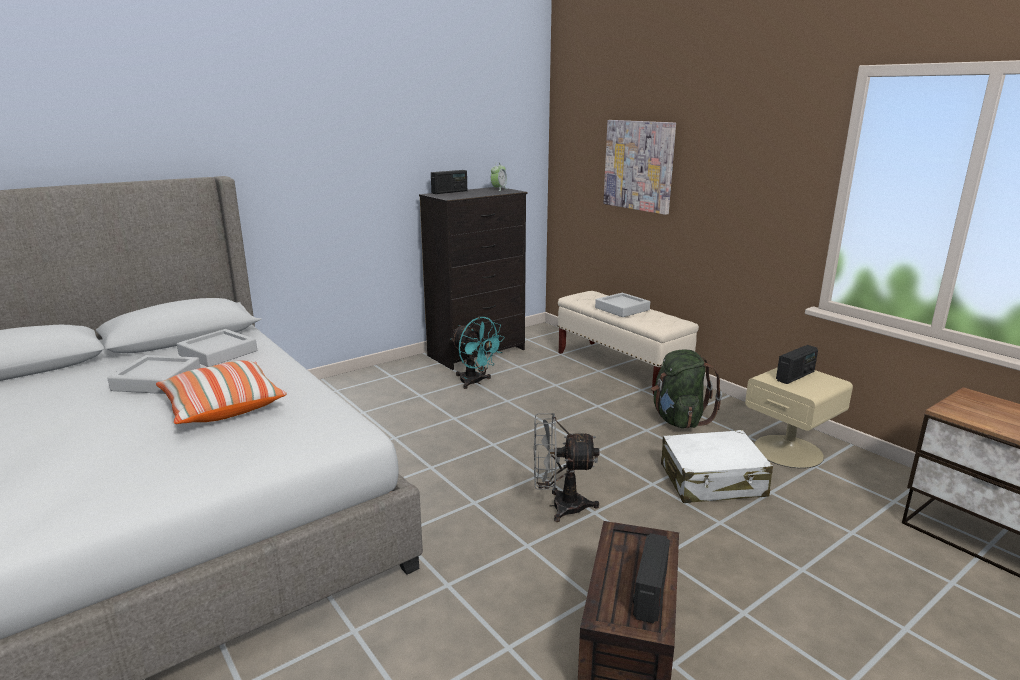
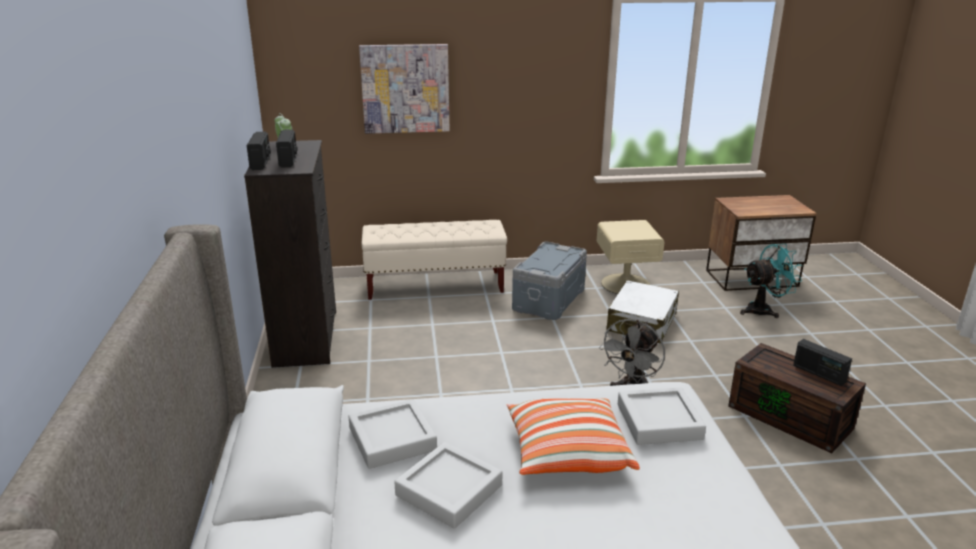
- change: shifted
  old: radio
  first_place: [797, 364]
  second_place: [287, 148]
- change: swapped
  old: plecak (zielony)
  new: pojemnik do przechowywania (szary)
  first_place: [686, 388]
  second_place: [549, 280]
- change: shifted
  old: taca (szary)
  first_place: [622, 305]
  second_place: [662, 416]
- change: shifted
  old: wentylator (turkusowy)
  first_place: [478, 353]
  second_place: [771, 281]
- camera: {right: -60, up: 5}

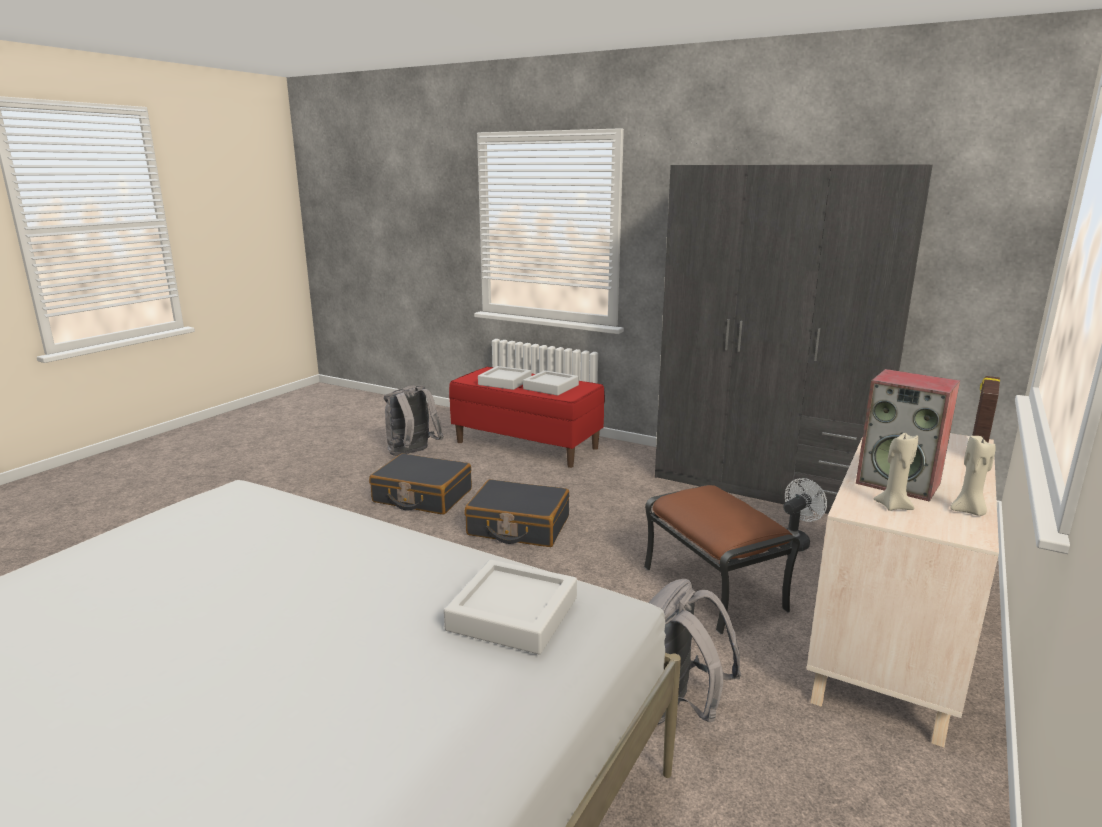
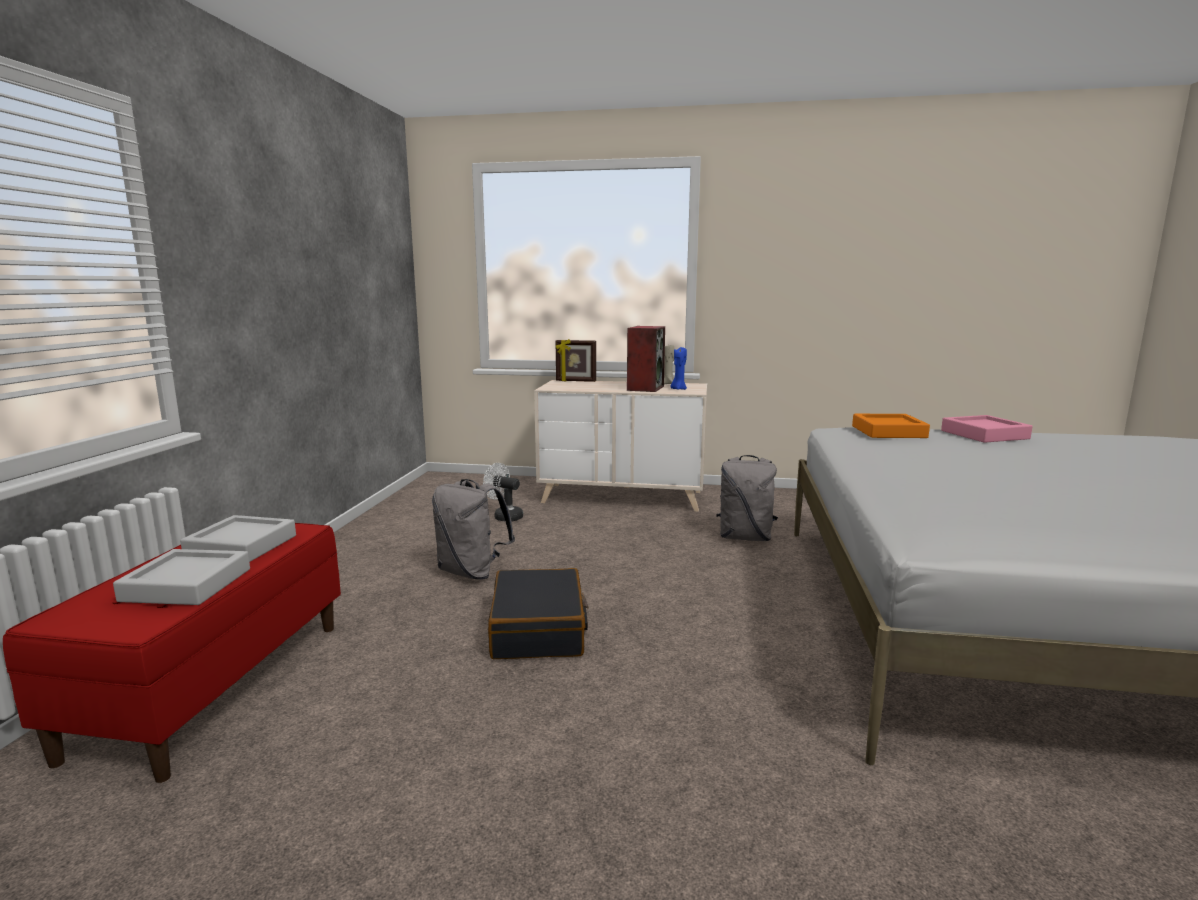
- change: shifted
  old: plecak (szary)
  first_place: [414, 420]
  second_place: [473, 529]
- change: repainted
  old: świeca (beżowy)
  new: świeca (niebieski)
  first_place: [895, 471]
  second_place: [678, 368]
- change: repainted
  old: taca (szary)
  new: taca (pomarańczowy)
  first_place: [510, 606]
  second_place: [891, 426]
- change: new
  new: taca (różowy)
  second_place: [987, 429]
- change: gone
  old: walizka (czarny)
  first_place: [420, 484]
- change: gone
  old: pufa (brązowy)
  first_place: [722, 559]
- change: gone
  old: szafa (szary)
  first_place: [794, 339]
- camera: {right: -110, up: -5}

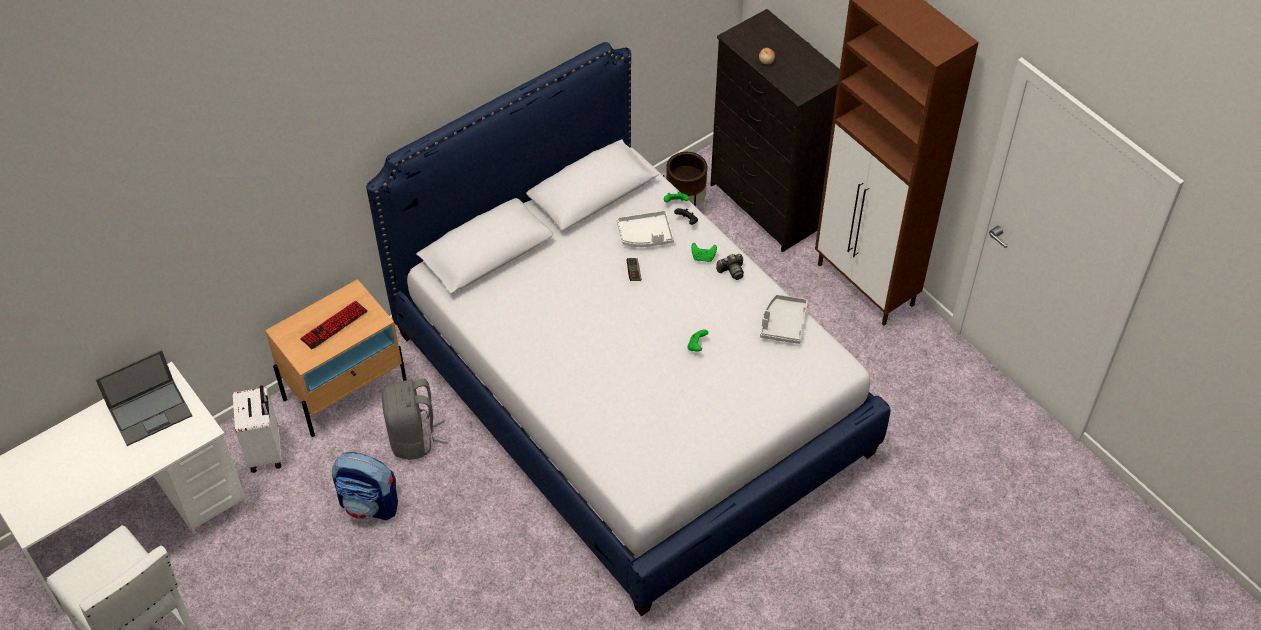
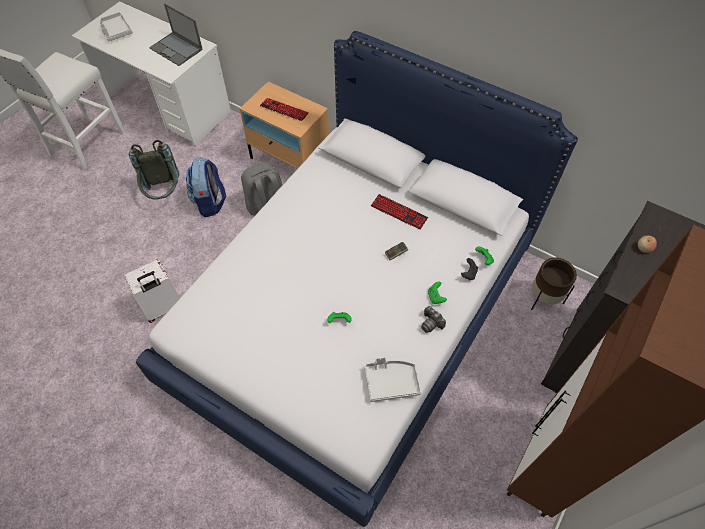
- change: shifted
  old: taca (biały)
  first_place: [645, 228]
  second_place: [116, 26]
- change: shifted
  old: walizka (biały)
  first_place: [257, 429]
  second_place: [151, 291]
- change: new
  new: plecak (szary)
  second_place: [154, 170]
- change: new
  new: klawiatura
  second_place: [399, 212]
- camera: {right: 70, up: 5}

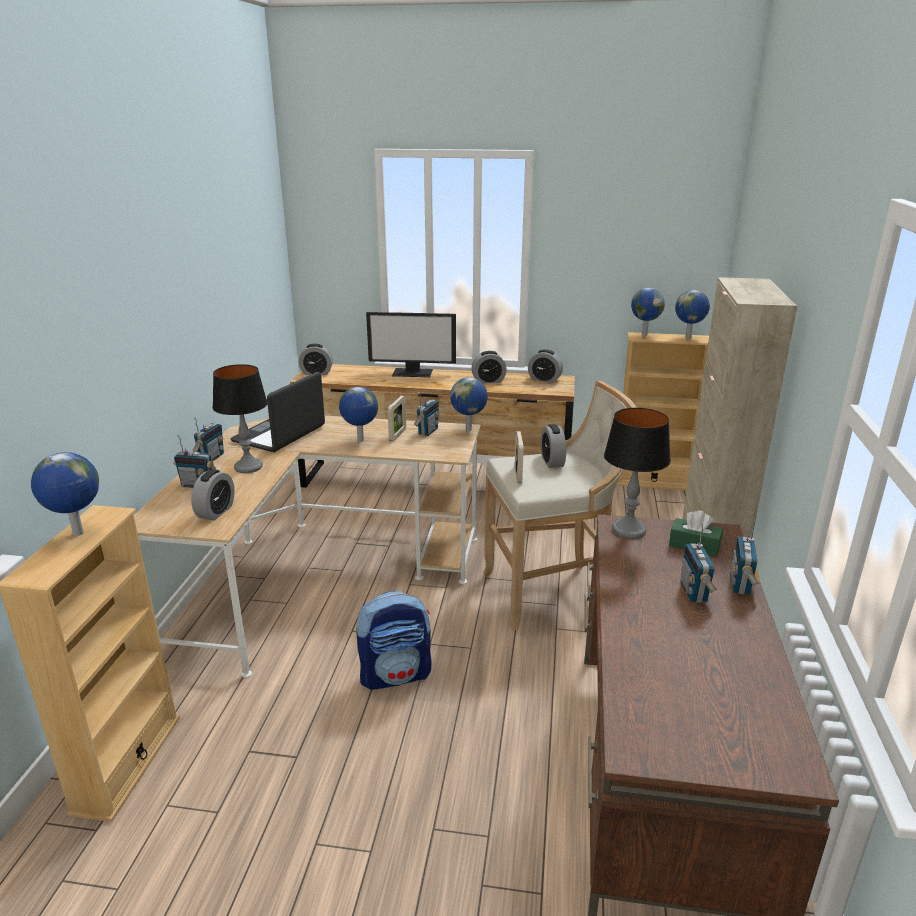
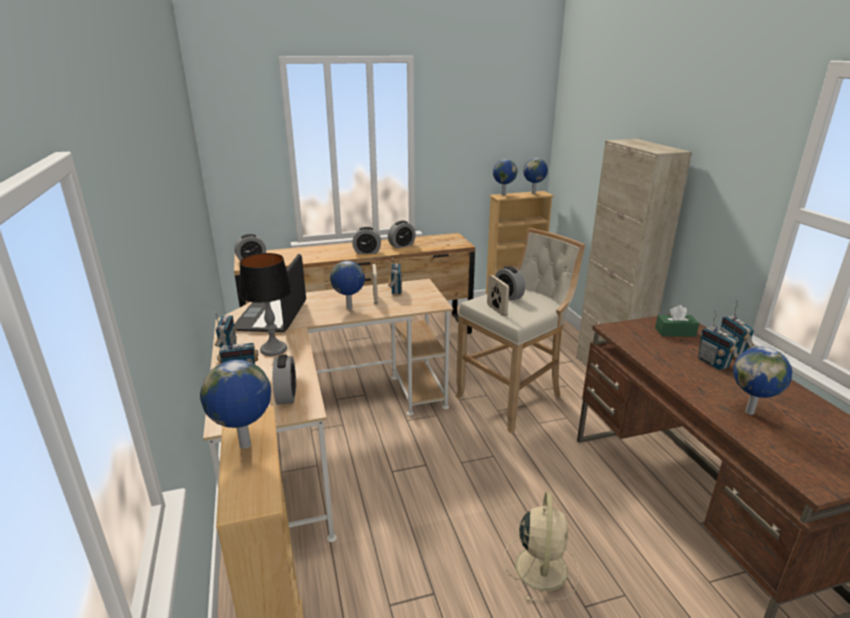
- change: shifted
  old: budzik
  first_place: [545, 366]
  second_place: [366, 240]
- change: new
  new: wentylator (beżowy)
  second_place: [541, 547]
- change: shifted
  old: globus
  first_place: [469, 404]
  second_place: [762, 381]
- change: gone
  old: plecak
  first_place: [394, 640]
- change: gone
  old: monitor
  first_place: [411, 344]
- change: gone
  old: lampa stołowa
  first_place: [637, 473]
- camera: {right: -25, up: 0}

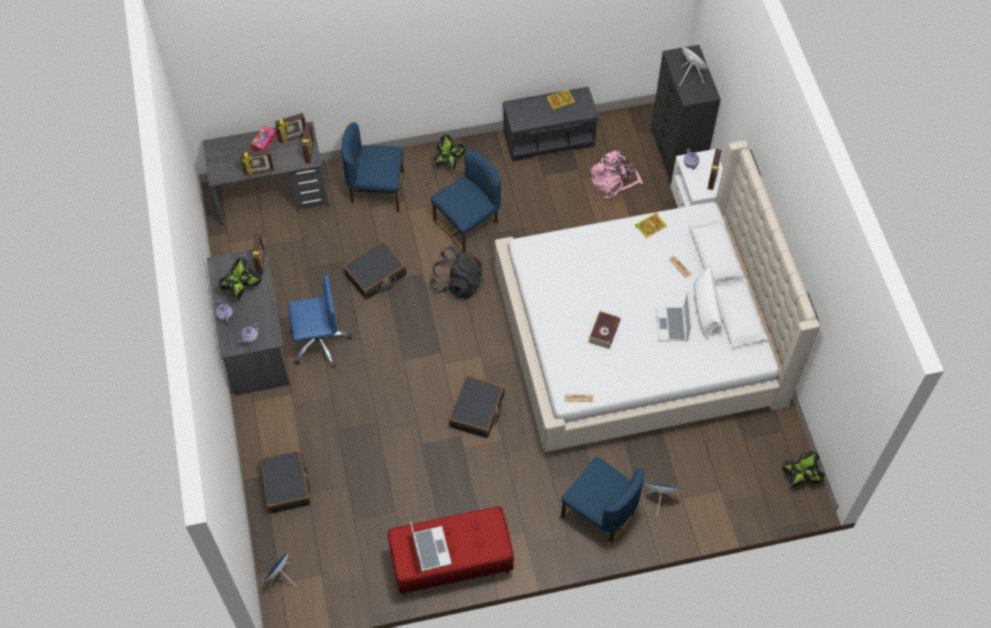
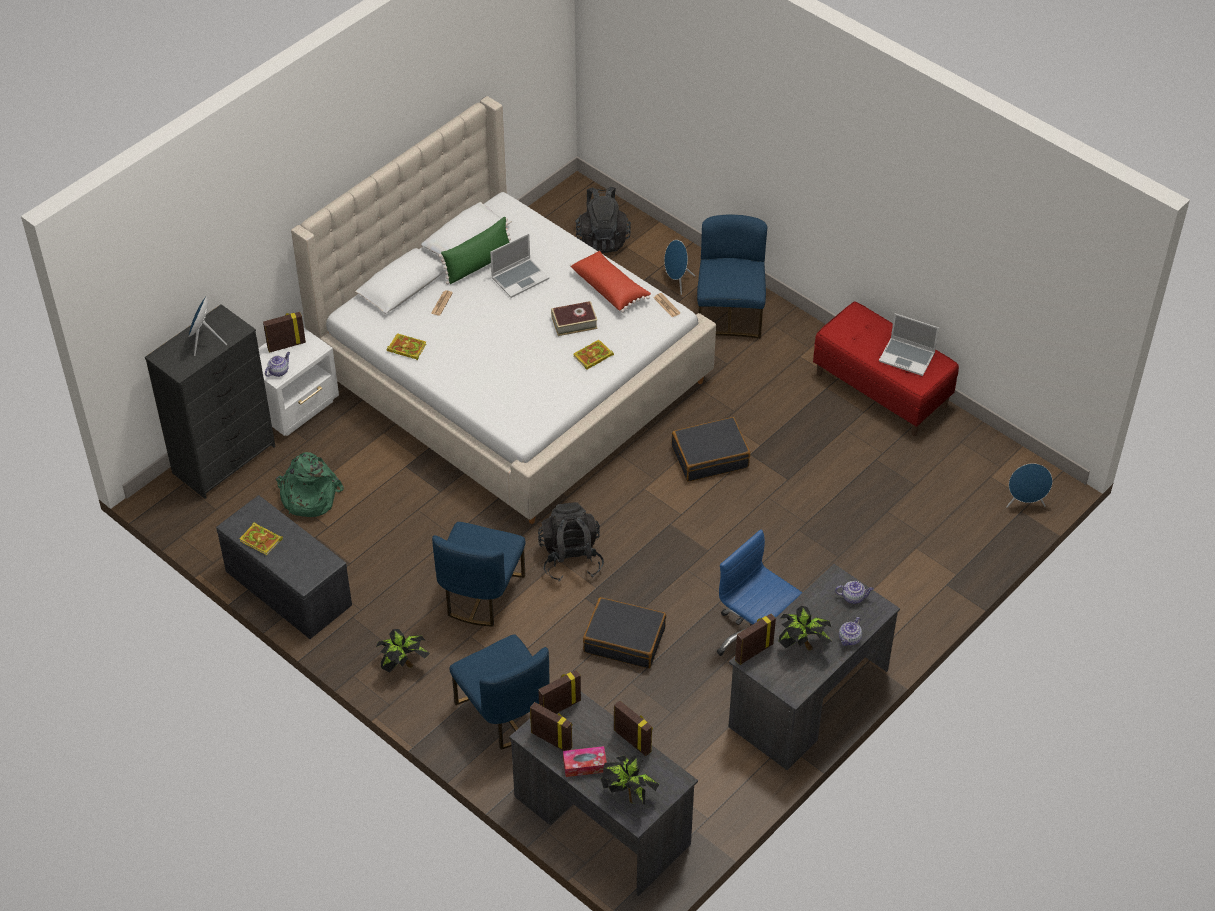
- change: repainted
  old: plecak (różowy)
  new: plecak (zielony)
  first_place: [617, 174]
  second_place: [310, 484]
- change: rotated
  old: krzesło (niebieski)
  first_place: [466, 202]
  second_place: [479, 574]
  degrees: -90
- change: repainted
  old: poduszka (biały)
  new: poduszka (zielony)
  first_place: [707, 302]
  second_place: [474, 250]
- change: new
  new: poduszka (czerwony)
  second_place: [610, 282]
- change: new
  new: książka
  second_place: [593, 355]
- change: new
  new: plecak (czarny)
  second_place: [603, 220]
- change: shifted
  old: roślina doniczkowa
  first_place: [803, 469]
  second_place: [630, 780]
- change: rotated
  old: laptop
  first_place: [431, 547]
  second_place: [909, 344]
  degrees: -105
- change: gone
  old: walizka (czarny)
  first_place: [285, 482]
- camera: {right: -125, up: -10}

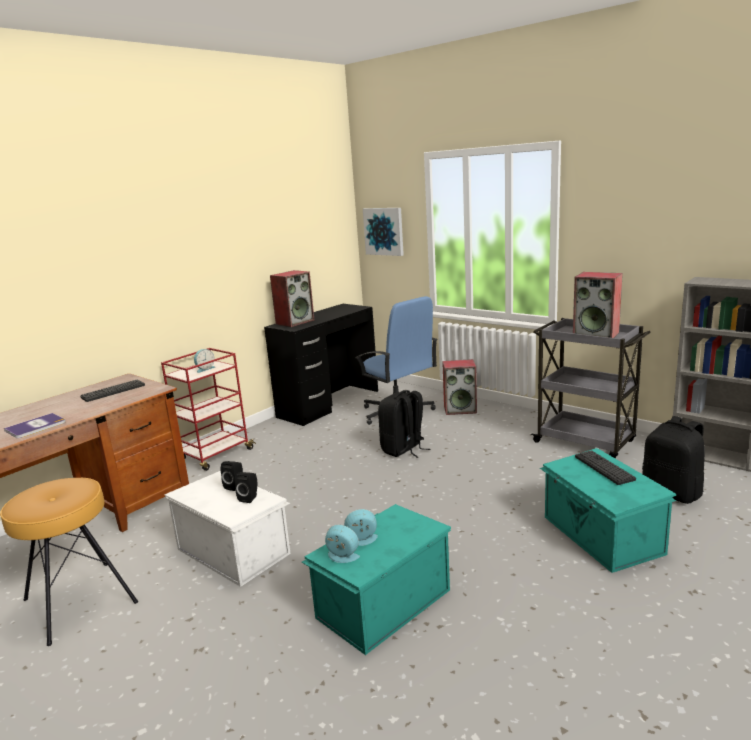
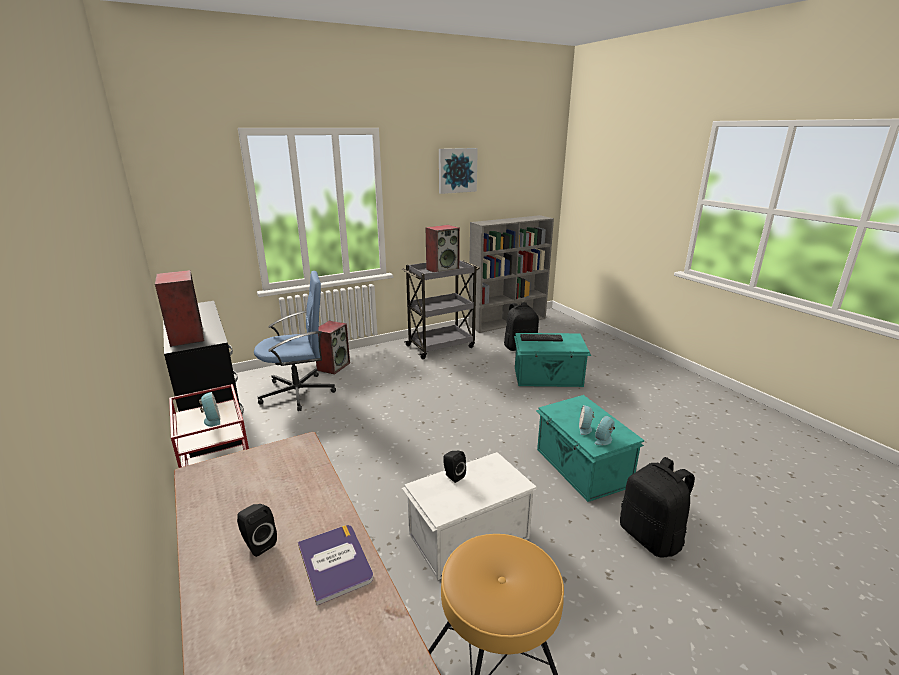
- change: shifted
  old: głośnik (czarny)
  first_place: [246, 487]
  second_place: [257, 530]
- change: shifted
  old: obraz
  first_place: [383, 232]
  second_place: [458, 171]
- change: shifted
  old: plecak (czarny)
  first_place: [404, 424]
  second_place: [657, 507]
- change: gone
  old: klawiatura
  first_place: [112, 391]
- camera: {right: -70, up: 5}

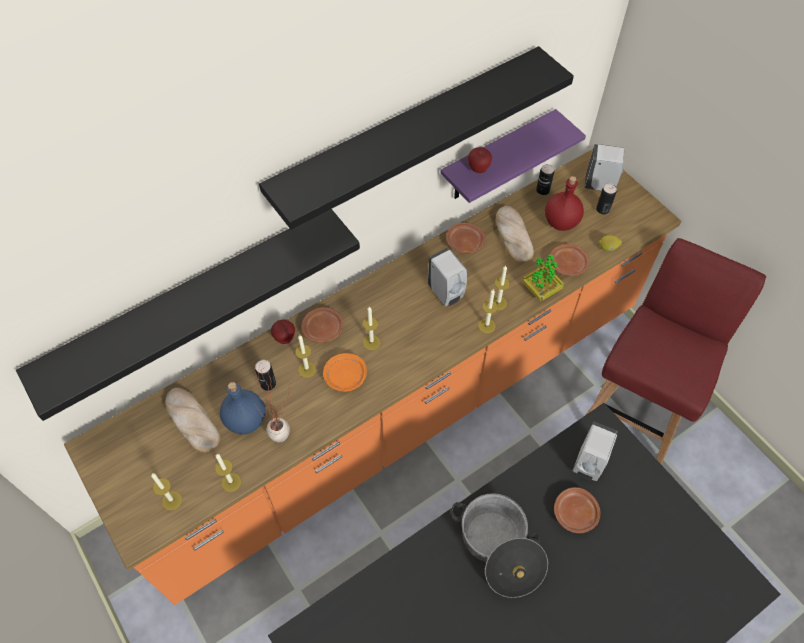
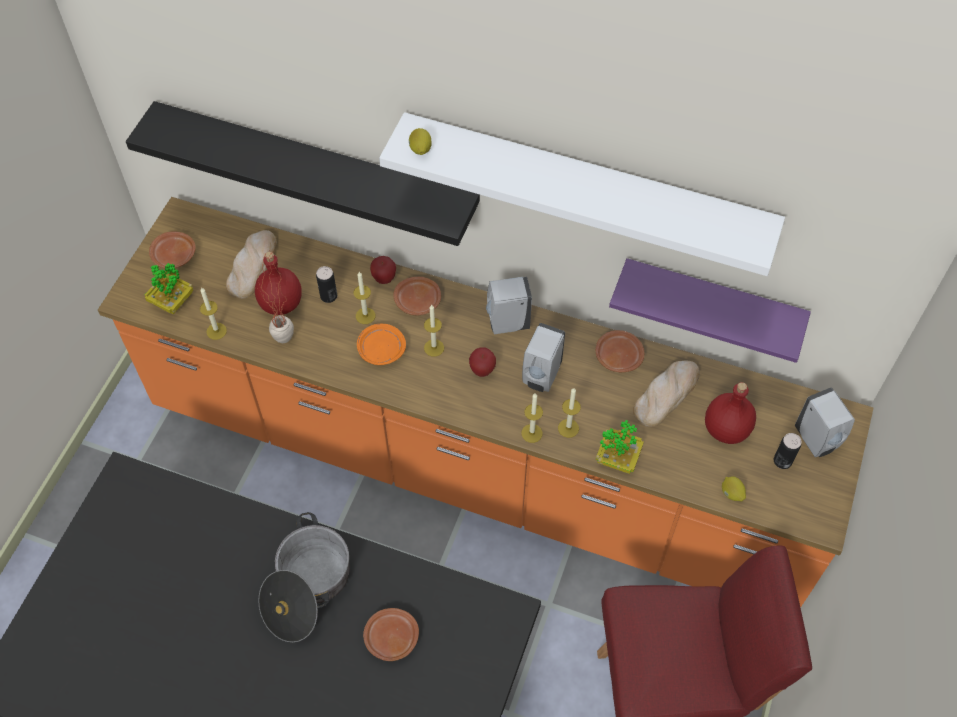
- change: swapped
  old: świeca
  new: roślina doniczkowa
  first_place: [166, 492]
  second_place: [169, 288]
- change: shifted
  old: talerz (brązowy)
  first_place: [570, 260]
  second_place: [172, 249]
- change: repainted
  old: butelka (niebieski)
  new: butelka (czerwony)
  first_place: [242, 408]
  second_place: [278, 283]
- change: repainted
  old: półka (czarny)
  new: półka (biały)
  first_place: [416, 138]
  second_place: [582, 194]
- change: new
  new: cytryna
  second_place: [420, 141]
- change: shifted
  old: jabłko
  first_place: [480, 160]
  second_place: [482, 362]
- change: shifted
  old: dozownik mydła (biały)
  first_place: [595, 451]
  second_place: [509, 305]
- change: gone
  old: puszka
  first_place: [545, 179]
- camera: {right: 55, up: 0}

